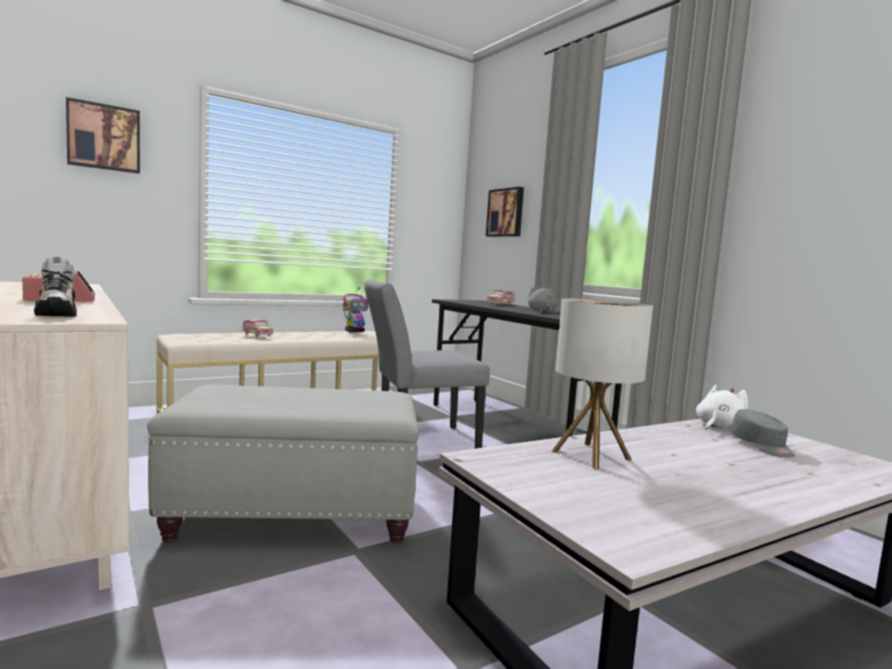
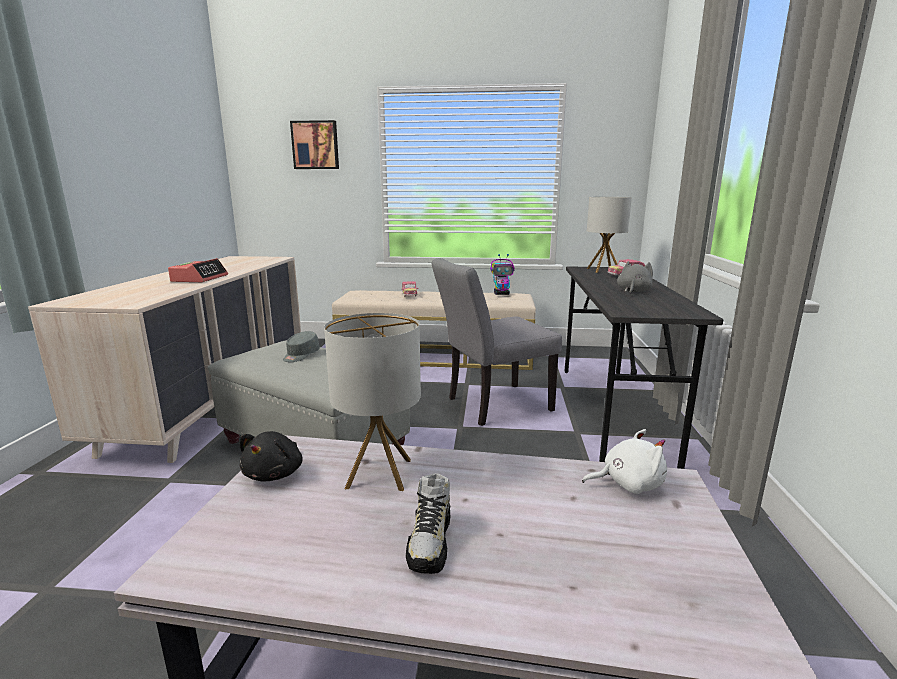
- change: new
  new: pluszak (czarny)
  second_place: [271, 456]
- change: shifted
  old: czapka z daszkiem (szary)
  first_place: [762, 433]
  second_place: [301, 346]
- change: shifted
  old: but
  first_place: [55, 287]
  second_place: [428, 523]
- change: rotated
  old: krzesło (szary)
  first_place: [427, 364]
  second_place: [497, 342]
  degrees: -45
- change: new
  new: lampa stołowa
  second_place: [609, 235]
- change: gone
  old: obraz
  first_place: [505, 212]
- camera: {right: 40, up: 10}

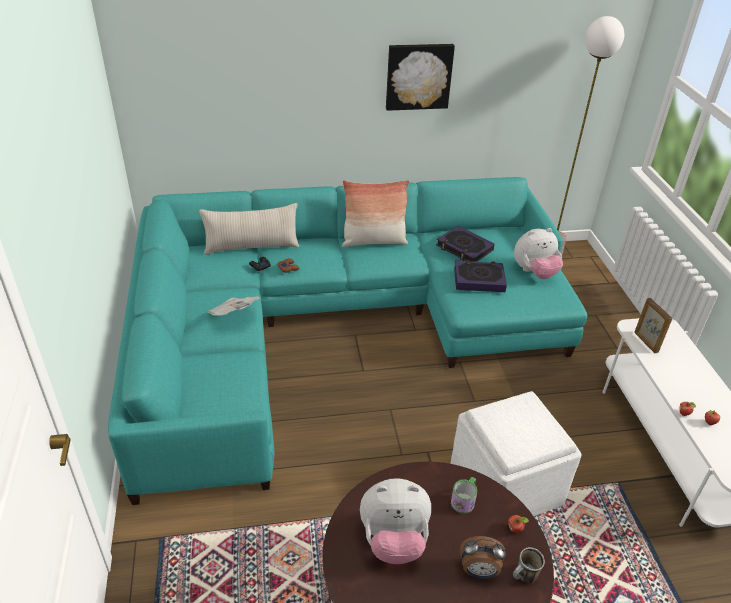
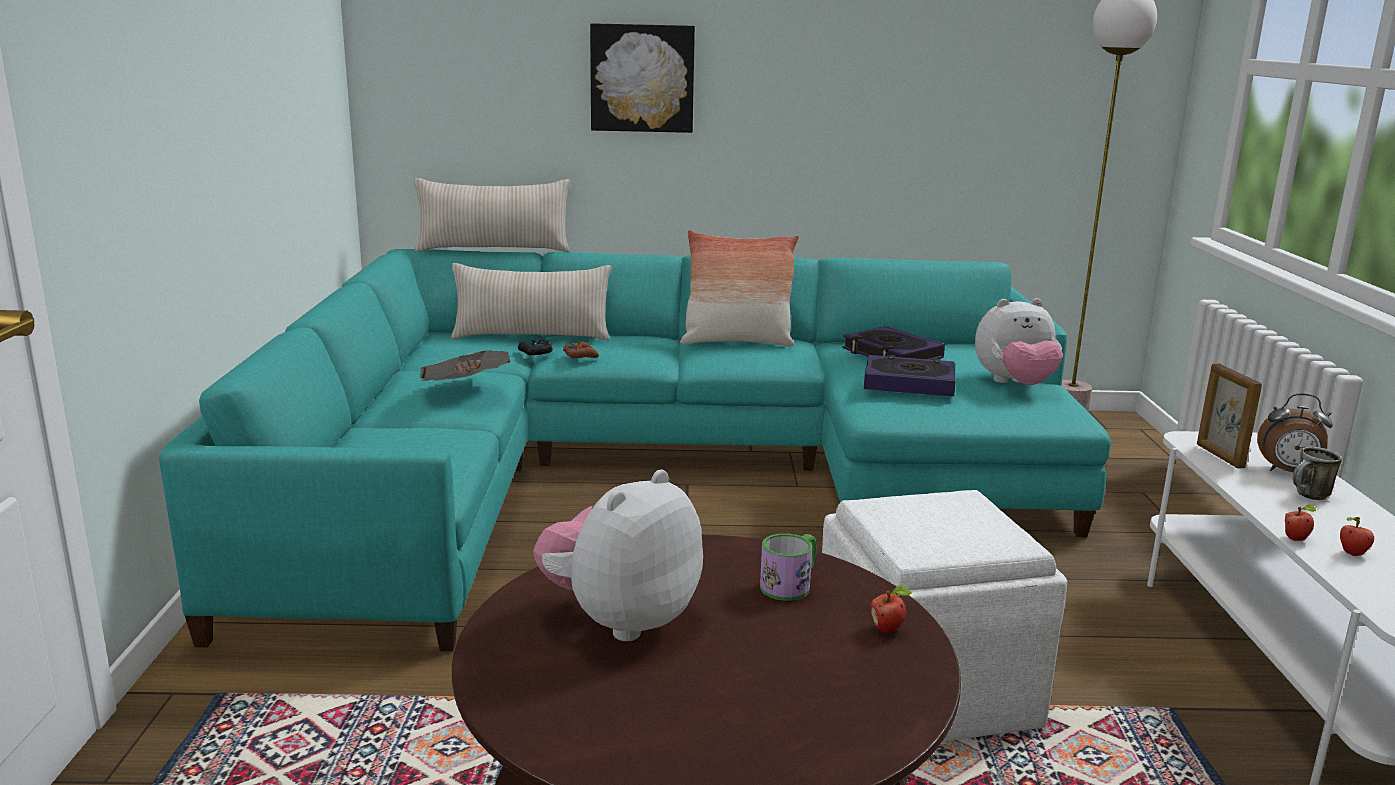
- change: new
  new: poduszka (beżowy)
  second_place: [492, 215]
- change: rotated
  old: pluszak
  first_place: [395, 521]
  second_place: [618, 555]
  degrees: 120
- change: shifted
  old: obraz
  first_place: [420, 77]
  second_place: [642, 78]
- change: shifted
  old: budzik
  first_place: [483, 557]
  second_place: [1295, 433]
- change: shifted
  old: kubek
  first_place: [529, 565]
  second_place: [1317, 473]
- camera: {right: 10, up: -20}

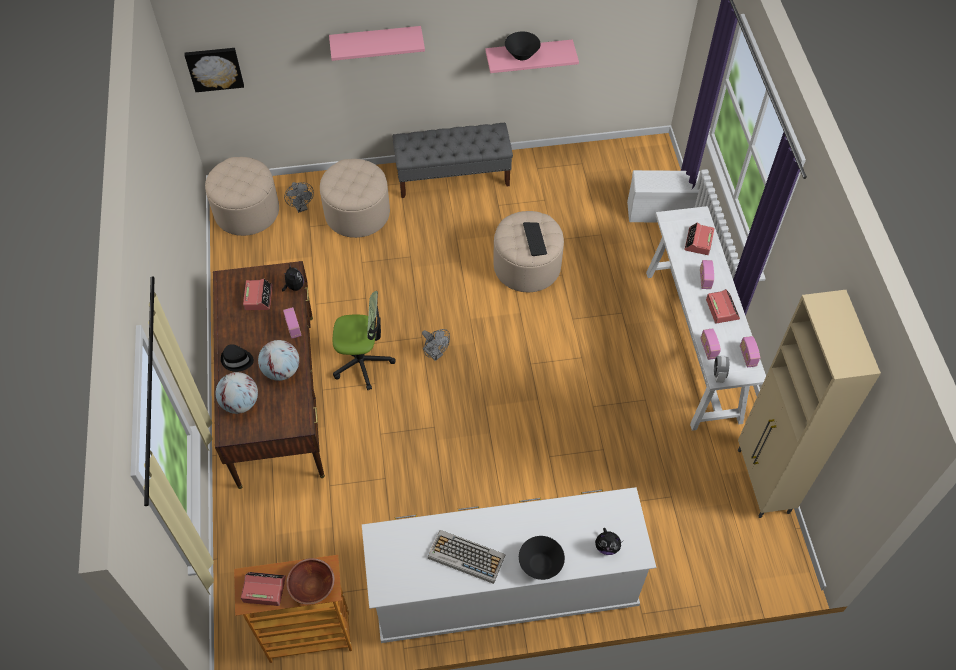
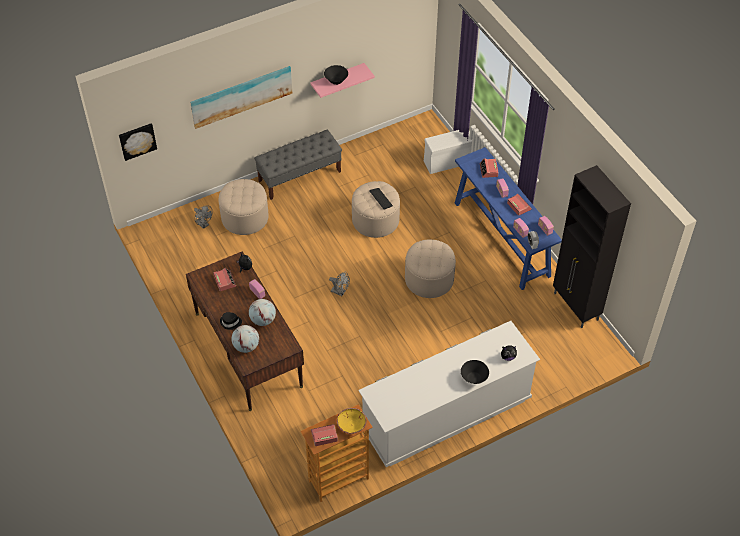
- change: swapped
  old: półka (różowy)
  new: obraz
  first_place: [377, 43]
  second_place: [241, 97]
- change: repainted
  old: miska (brązowy)
  new: miska (żółty)
  first_place: [310, 581]
  second_place: [352, 421]
- change: shifted
  old: pufa (beżowy)
  first_place: [242, 196]
  second_place: [430, 268]
- change: repainted
  old: stolik konsolowy (biały)
  new: stolik konsolowy (niebieski)
  first_place: [706, 318]
  second_place: [508, 218]
- change: repainted
  old: szafka (beżowy)
  new: szafka (czarny)
  first_place: [809, 404]
  second_place: [592, 246]
- change: gone
  old: krzesło biurowe
  first_place: [364, 340]
- change: gone
  old: klawiatura
  first_place: [466, 557]
- camera: {right: -20, up: -5}

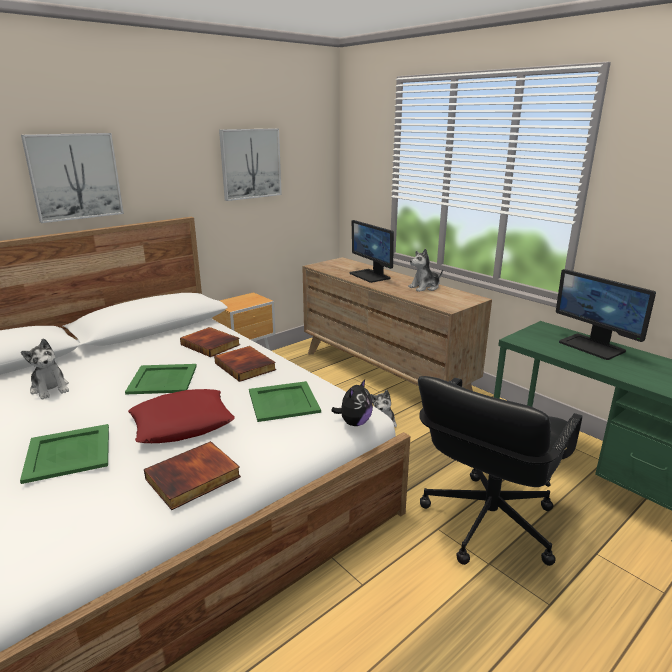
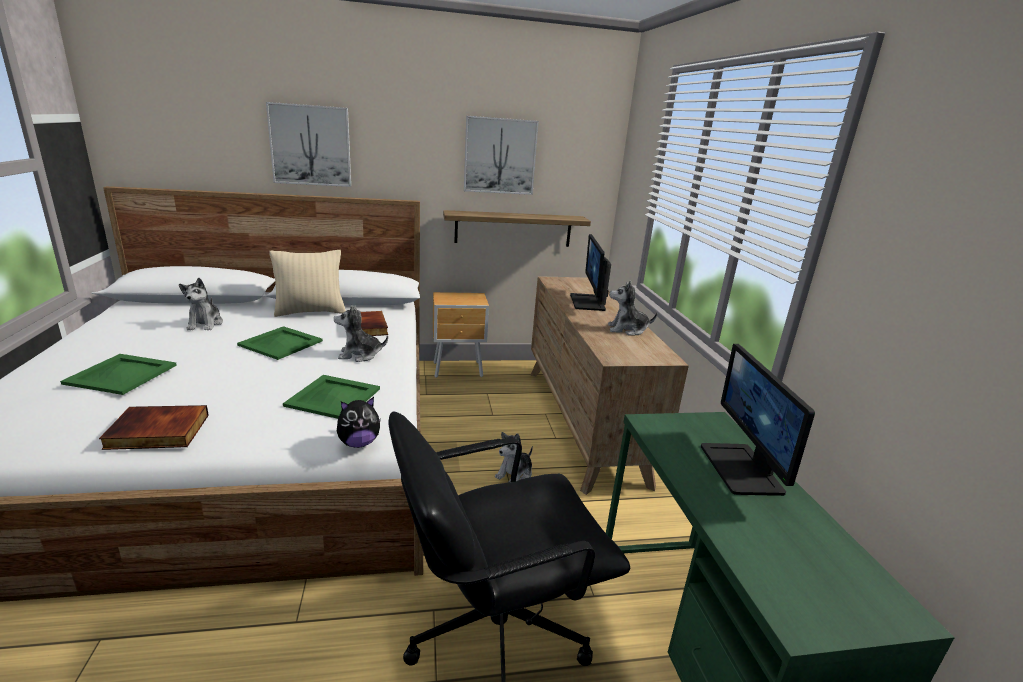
- change: new
  new: poduszka (beżowy)
  second_place: [307, 283]
- change: swapped
  old: książka
  new: pluszak
  first_place: [245, 364]
  second_place: [361, 333]
- change: new
  new: półka
  second_place: [517, 228]
- change: gone
  old: poduszka (czerwony)
  first_place: [181, 416]
- camera: {right: 30, up: 0}

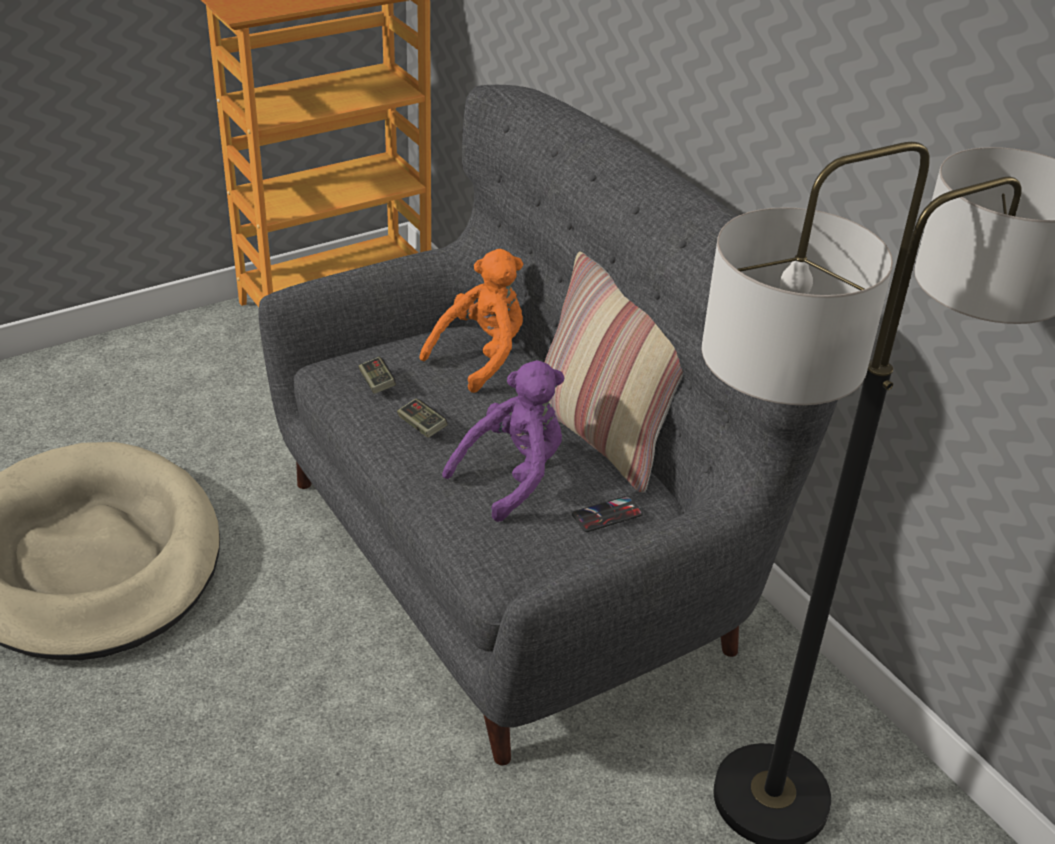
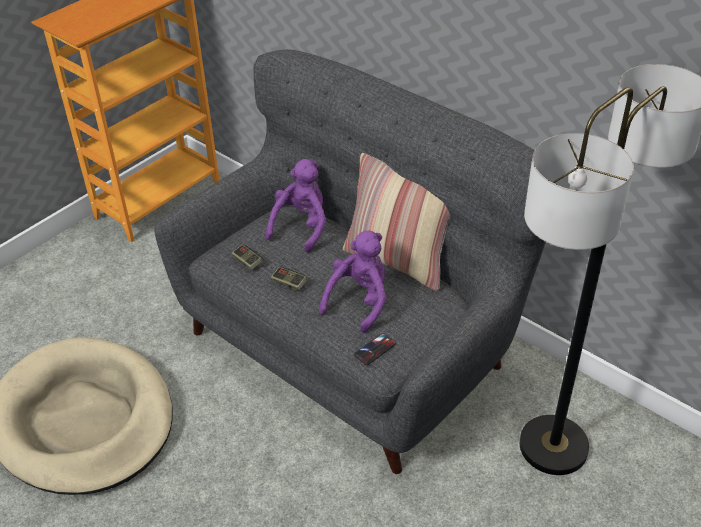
- change: repainted
  old: pluszak (pomarańczowy)
  new: pluszak (fioletowy)
  first_place: [471, 321]
  second_place: [295, 206]
- change: shifted
  old: telefon
  first_place: [607, 514]
  second_place: [375, 349]
- camera: {right: -15, up: 5}

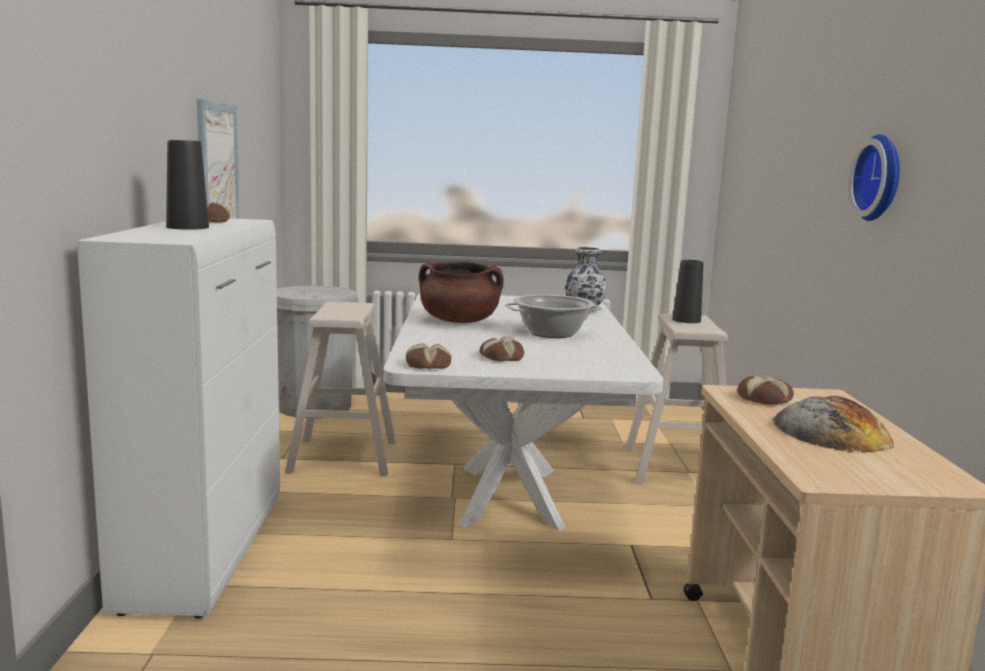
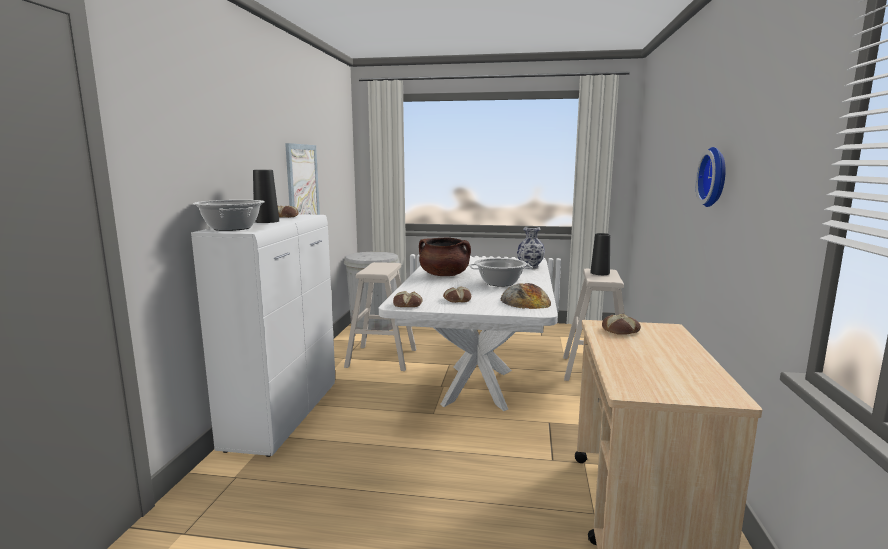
- change: new
  new: garnek
  second_place: [229, 215]
- change: shifted
  old: chleb
  first_place: [833, 424]
  second_place: [526, 296]
- camera: {right: 10, up: 0}

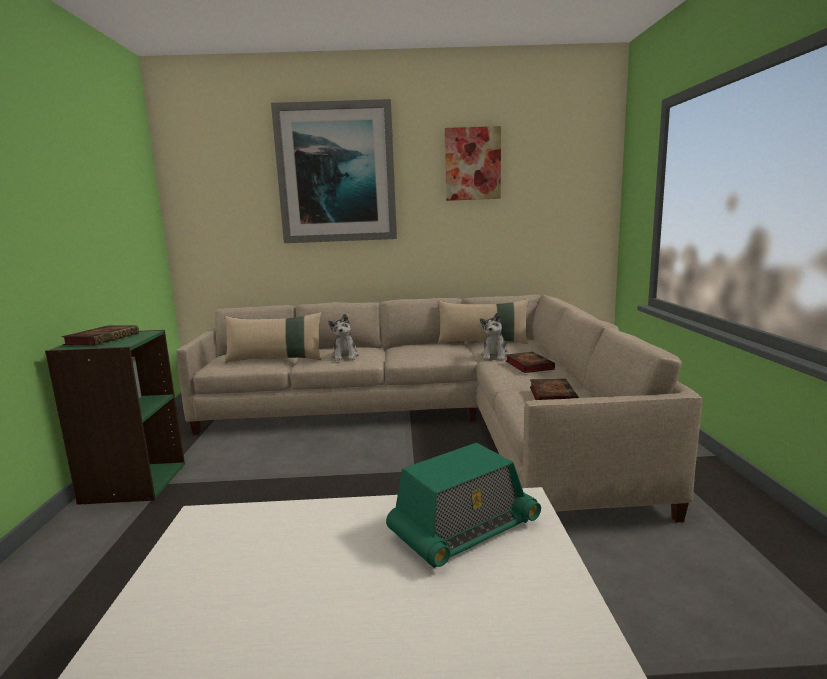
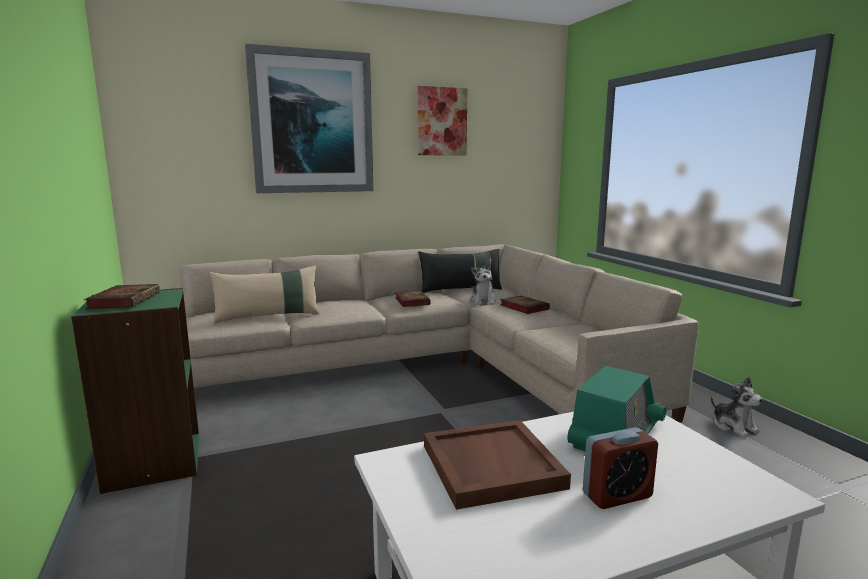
- change: shifted
  old: książka
  first_place: [554, 389]
  second_place: [412, 298]
- change: repainted
  old: poduszka (beżowy)
  new: poduszka (czarny)
  first_place: [483, 321]
  second_place: [460, 271]
- change: new
  new: taca (brązowy)
  second_place: [497, 465]
- change: new
  new: budzik
  second_place: [620, 468]
- change: shifted
  old: pluszak
  first_place: [343, 337]
  second_place: [736, 407]
- camera: {right: -20, up: 0}

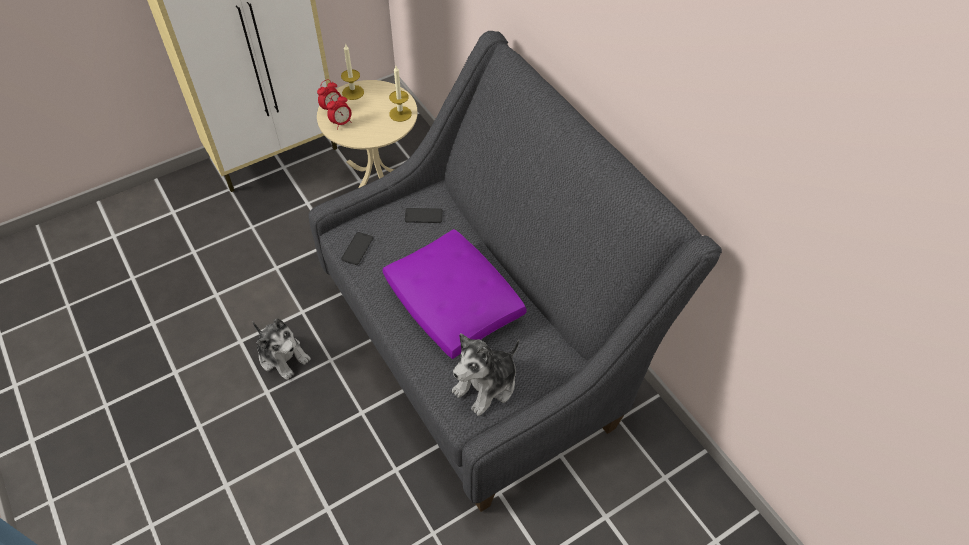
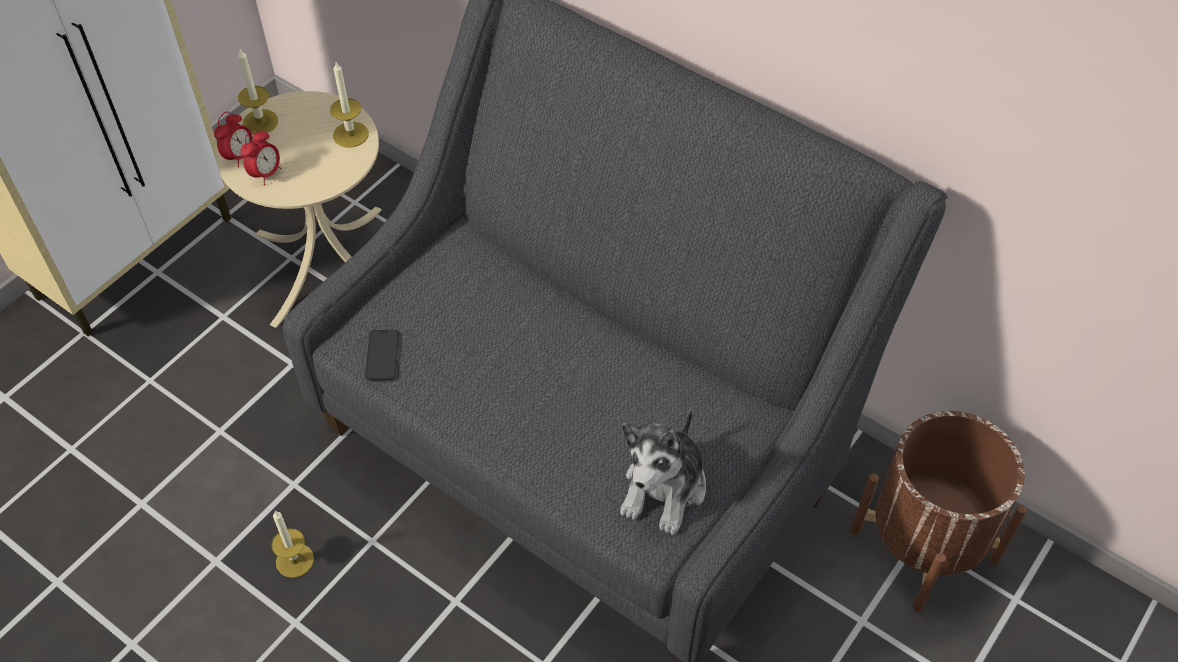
- change: swapped
  old: pluszak
  new: świeca
  first_place: [282, 349]
  second_place: [292, 544]
- change: new
  new: donica (brązowy)
  second_place: [939, 511]
- change: gone
  old: poduszka (fioletowy)
  first_place: [455, 294]
- change: gone
  old: telefon
  first_place: [424, 215]
- camera: {right: -20, up: 0}

